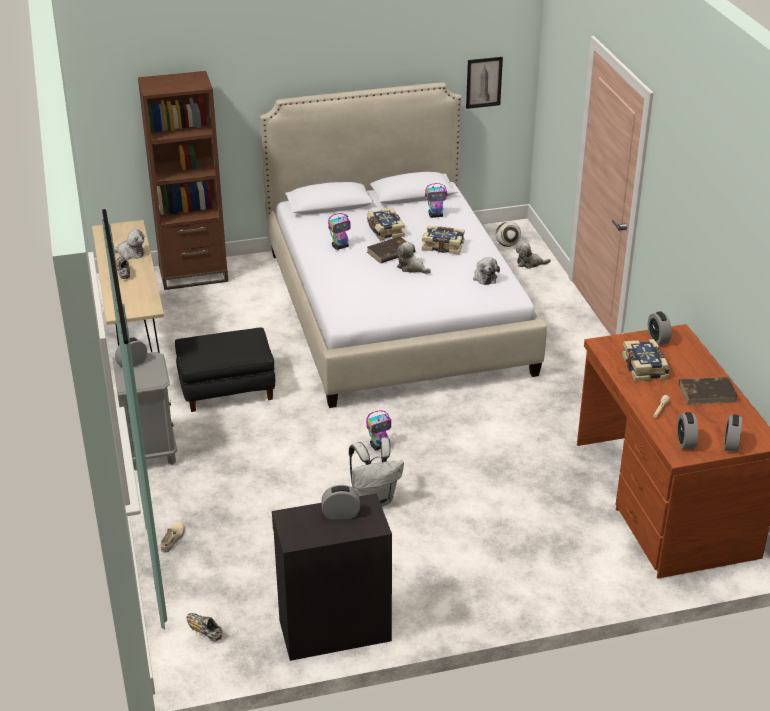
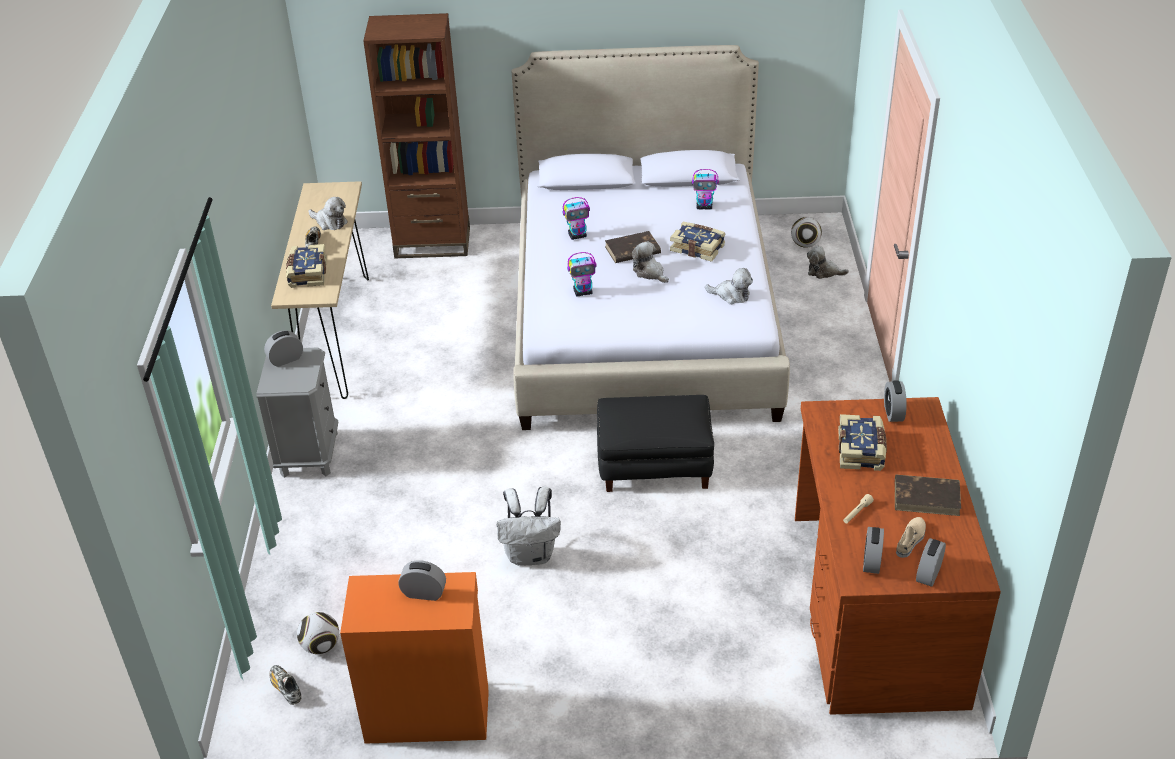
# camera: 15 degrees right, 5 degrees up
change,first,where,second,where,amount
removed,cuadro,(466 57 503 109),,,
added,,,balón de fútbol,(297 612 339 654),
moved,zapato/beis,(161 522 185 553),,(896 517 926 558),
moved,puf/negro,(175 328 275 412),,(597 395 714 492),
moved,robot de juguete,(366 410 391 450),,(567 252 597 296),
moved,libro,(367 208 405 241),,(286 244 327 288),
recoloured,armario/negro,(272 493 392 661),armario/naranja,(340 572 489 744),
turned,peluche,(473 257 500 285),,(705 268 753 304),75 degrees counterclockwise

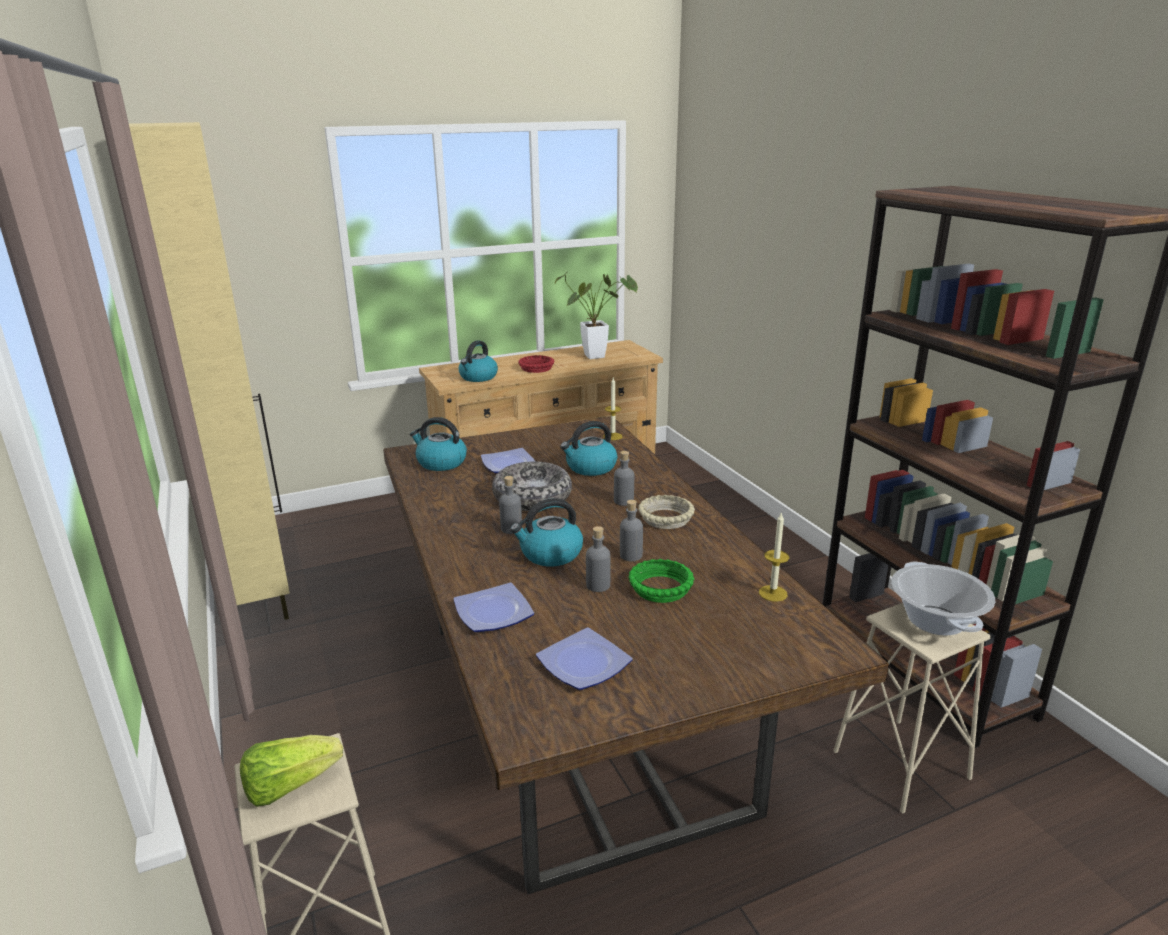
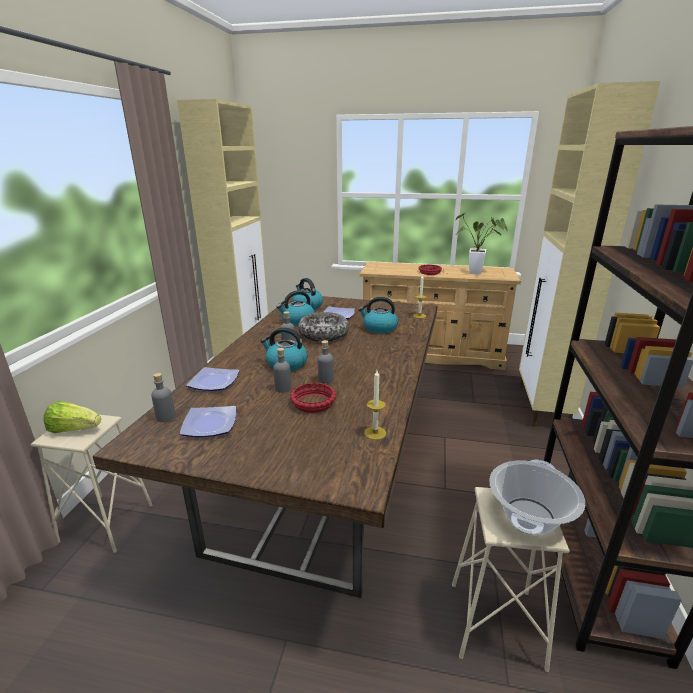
# camera: 35 degrees right, 0 degrees up
change,first,where,second,where,amount
removed,cuenco/beis,(638 495 695 529),,,
added,,,armario/beis,(519 81 661 427),
moved,hervidor,(459 340 498 382),,(277 290 315 326),
moved,botella/gris,(614 451 634 506),,(151 373 176 422),
recoloured,cuenco/verde,(629 559 694 603),cuenco/rojo,(290 383 336 413),

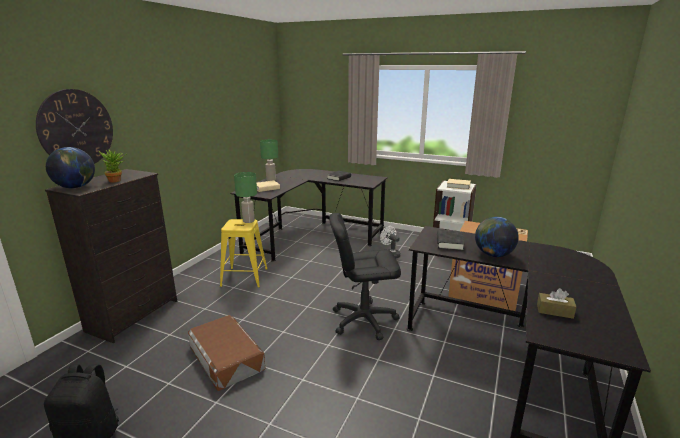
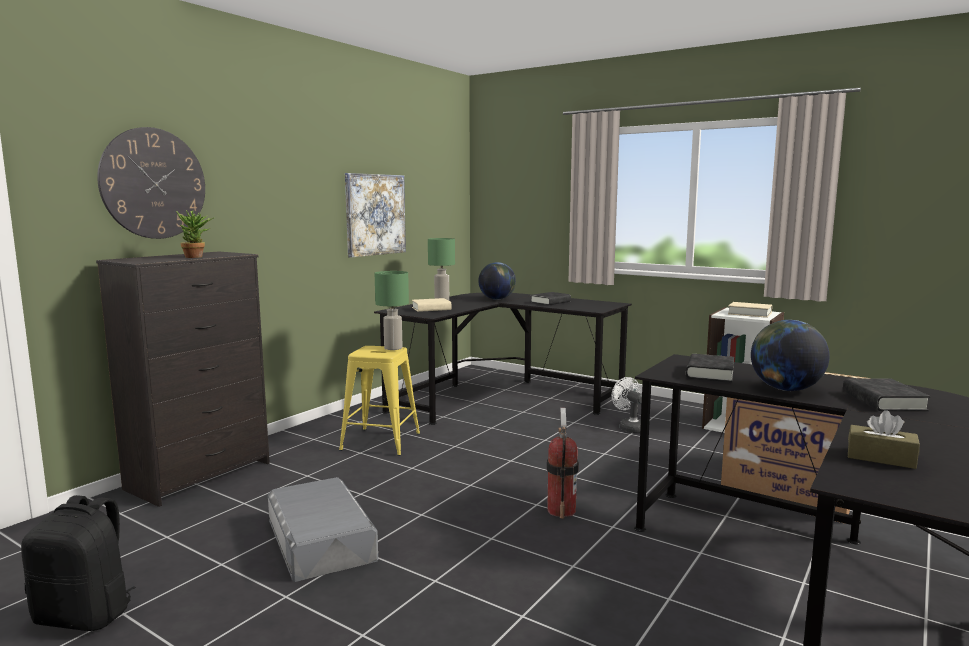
# camera: 10 degrees right, 10 degrees down
change,first,where,second,where,amount
added,,,cuadro,(345 173 406 258),
added,,,libro/negro,(843 379 931 411),
moved,globo terráqueo,(46 147 95 188),,(478 262 516 300),
replaced,silla de oficina/negro,(329 213 401 340),extintor,(547 408 579 519),
recoloured,caja de almacenaje/marrón,(188 315 265 391),caja de almacenaje/gris,(268 477 378 582),

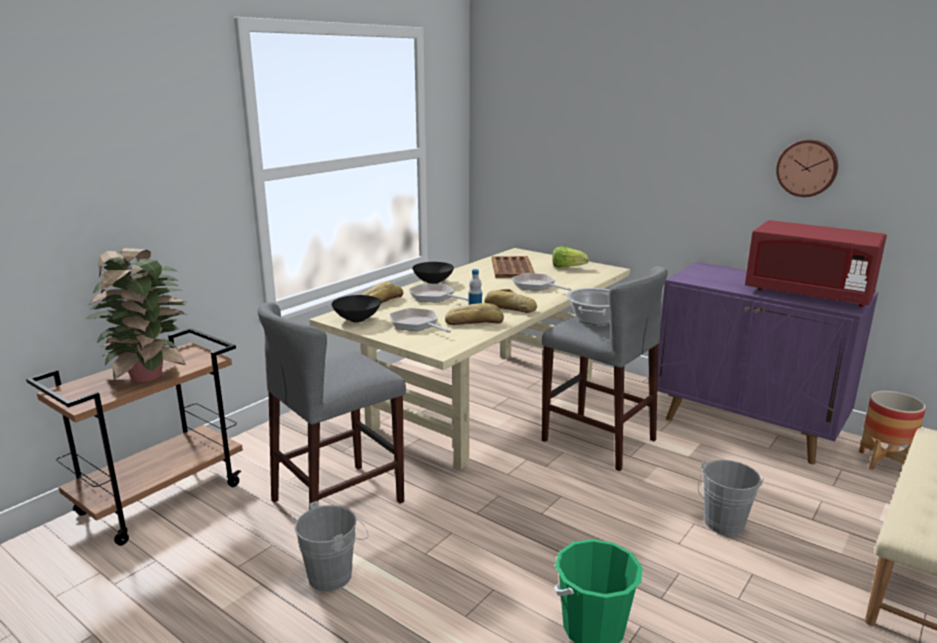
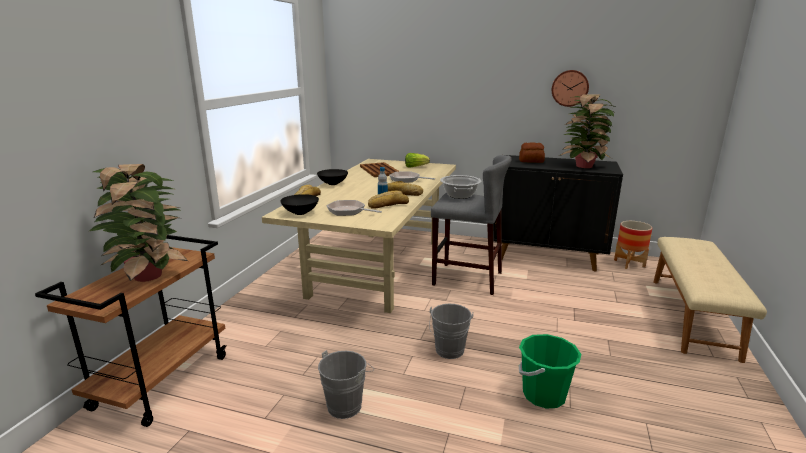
# camera: 20 degrees left, 0 degrees up
change,first,where,second,where,amount
removed,taburete/gris,(257 302 406 510),,,
removed,sartén,(409 284 469 302),,,
added,,,pan,(519 143 545 163),
moved,cubo/gris,(698 460 764 536),,(429 304 473 359),
replaced,microondas/rojo,(745 220 887 307),planta en maceta,(559 94 615 168),
recoloured,armario/morado,(657 262 878 464),armario/negro,(493 155 623 271),

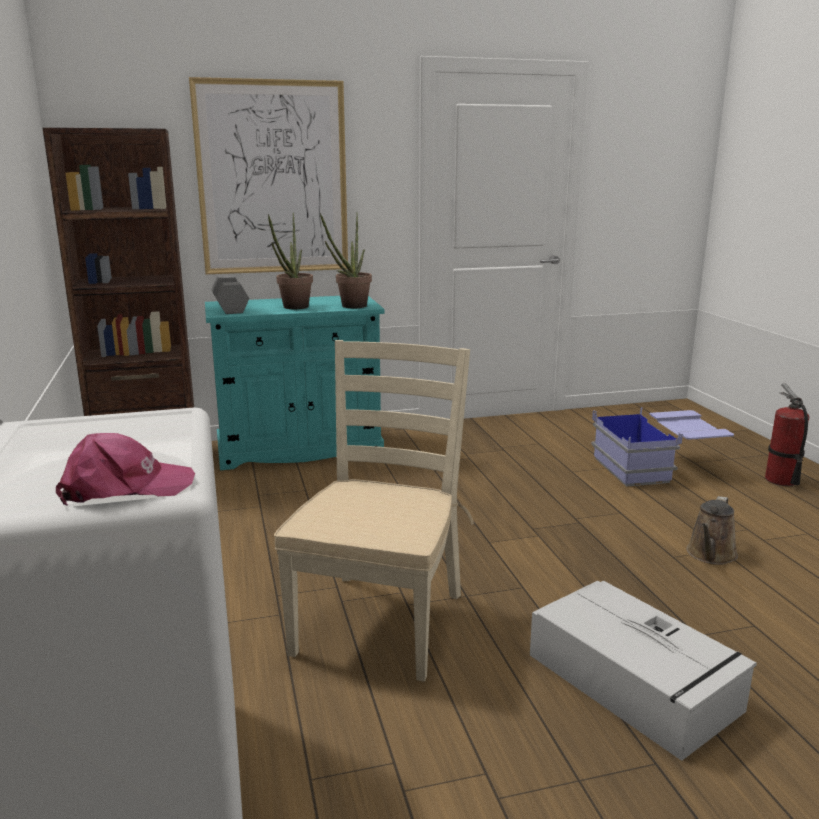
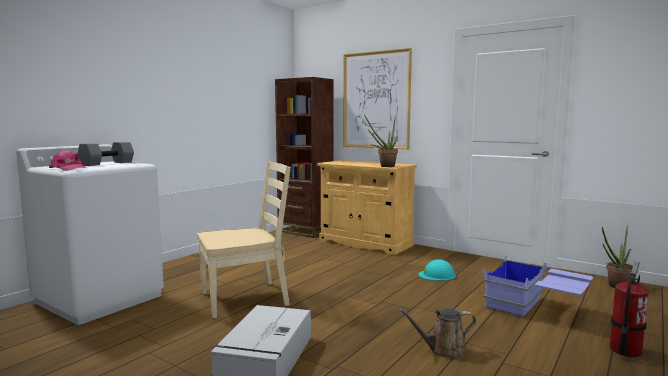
# camera: 50 degrees right, 10 degrees down
change,first,where,second,where,amount
added,,,casco/turquesa,(419 259 456 281),
moved,mancuerna/gris,(212 275 249 314),,(77 142 134 166),
moved,planta en maceta,(268 213 313 309),,(602 224 633 288),
recoloured,armario/turquesa,(205 296 384 470),armario/beis,(317 160 417 255),

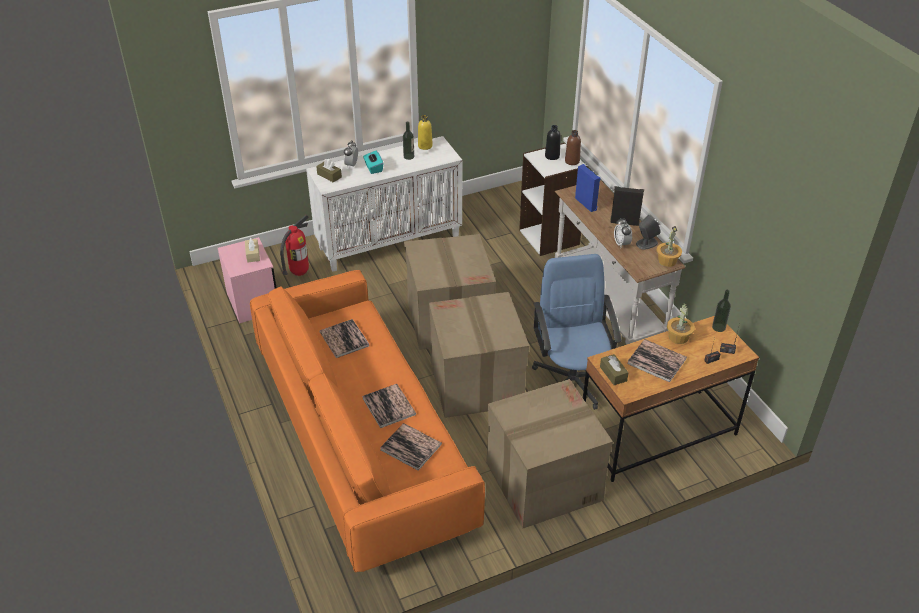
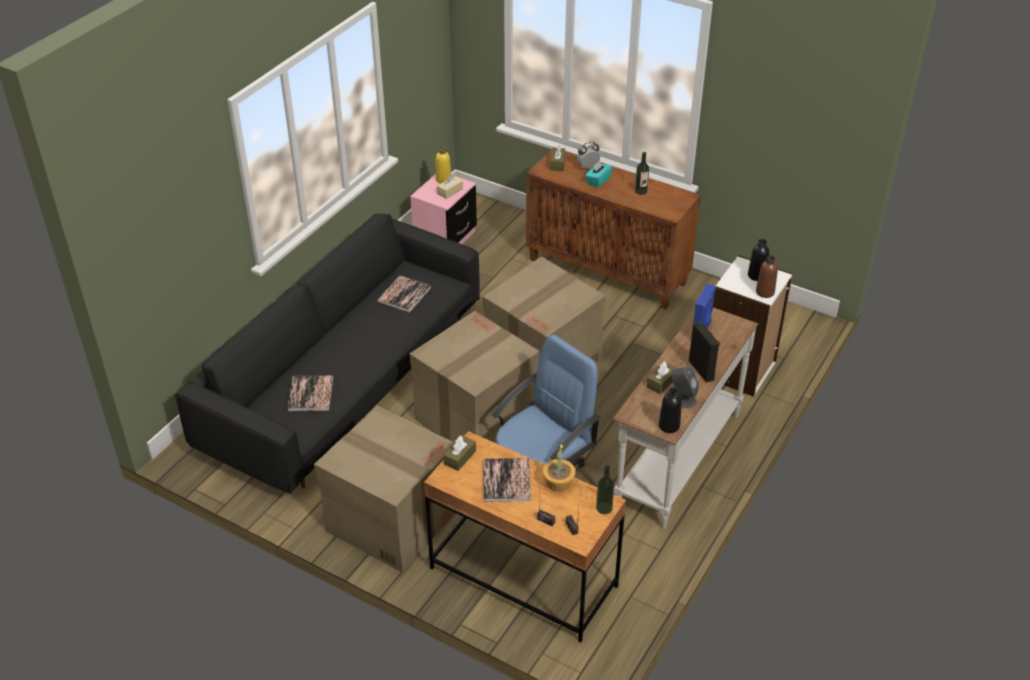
# camera: 55 degrees right, 0 degrees up
change,first,where,second,where,amount
removed,extintor,(280 215 309 276),,,
removed,libro,(362 384 416 428),,,
moved,botella/amarillo,(418 115 433 150),,(436 147 451 183),
replaced,despertador,(614 218 632 247),caja de pañuelos/marrón,(647 361 678 394),
replaced,planta en maceta,(656 226 682 267),botella/negro,(659 388 682 433),
recoloured,sofá/naranja,(250 270 485 573),sofá/negro,(175 213 480 494),
recoloured,armario/blanco,(306 136 462 272),armario/marrón,(526 147 701 309),

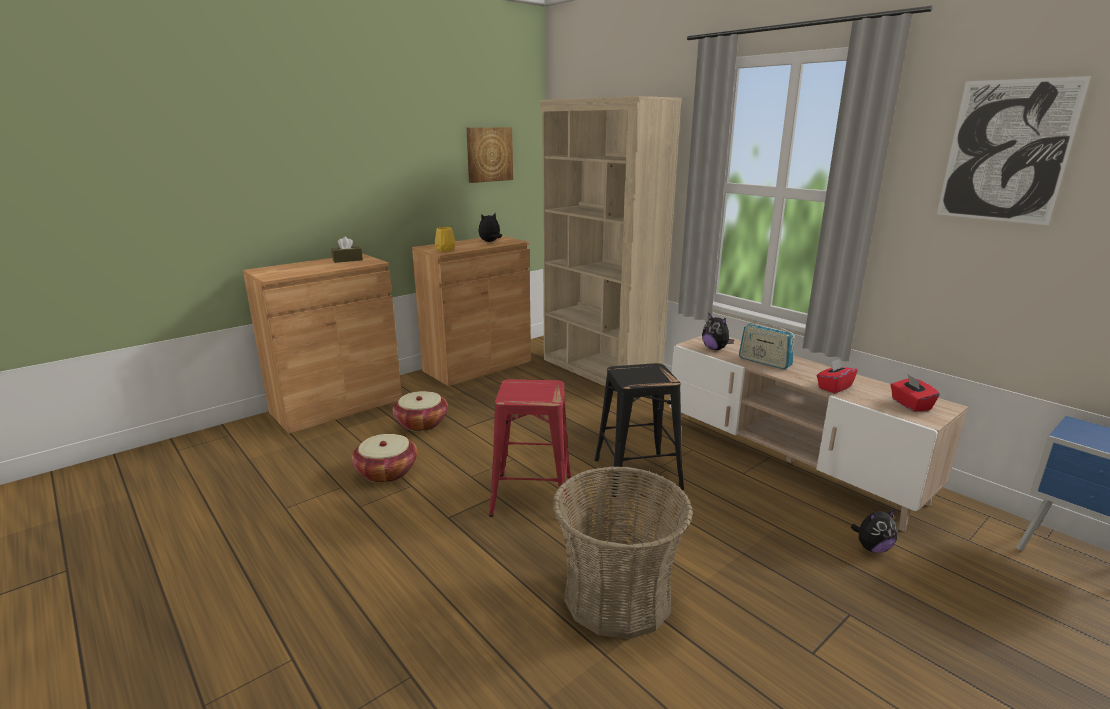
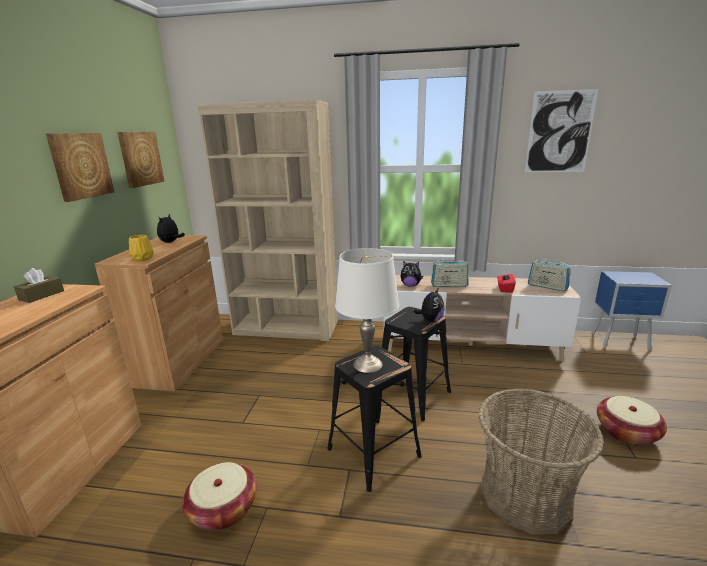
# camera: 40 degrees left, 0 degrees up
change,first,where,second,where,amount
added,,,cuadro,(46 133 114 202),
added,,,lámpara de mesa/blanco,(335 248 399 373),
moved,cesta,(392 391 448 431),,(597 396 667 446),
moved,peluche,(851 509 897 553),,(414 288 444 322),
replaced,caja de pañuelos/rojo,(890 374 940 412),radio,(528 256 571 292),
recoloured,taburete/rojo,(489 379 571 517),taburete/negro,(327 346 422 492),

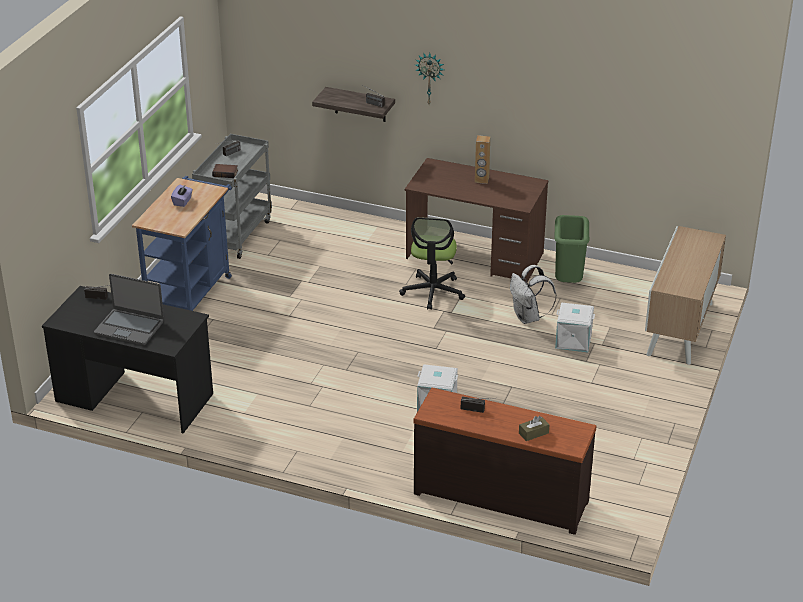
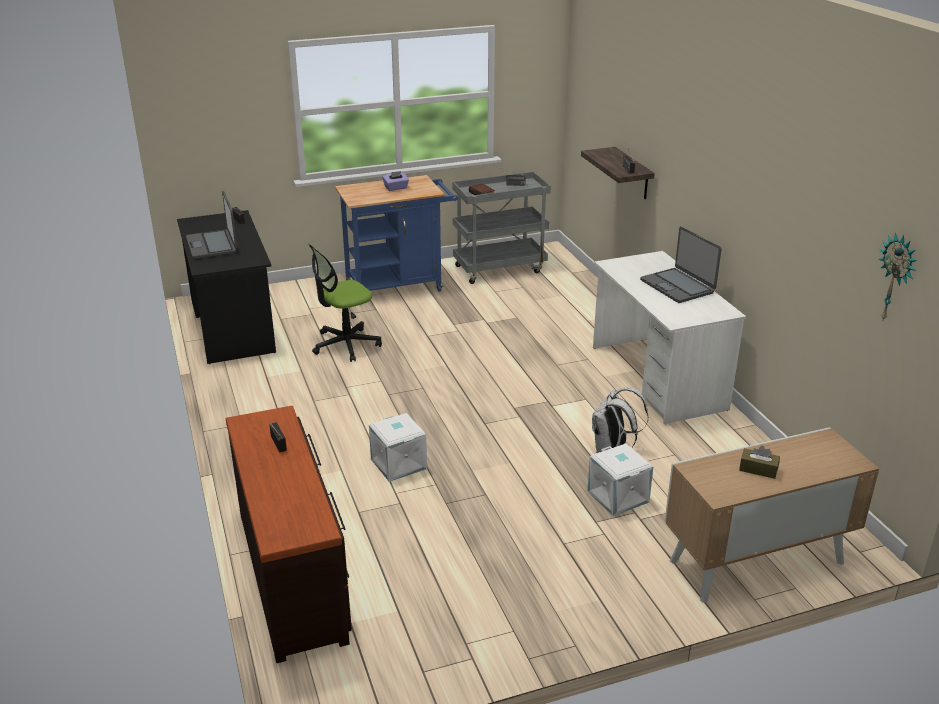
# camera: 50 degrees right, 5 degrees down
change,first,where,second,where,amount
removed,papelera/verde,(554 215 589 283),,,
moved,silla de oficina,(399 217 465 310),,(308 243 382 362),
moved,reloj de pared,(415 52 444 104),,(879 233 917 320),
moved,caja de pañuelos/marrón,(519 416 550 441),,(739 446 780 479),
replaced,altavoz/marrón,(475 135 490 184),portátil,(640 226 722 303),
recoloured,escritorio/marrón,(405 158 548 283),escritorio/blanco,(593 251 746 424),

